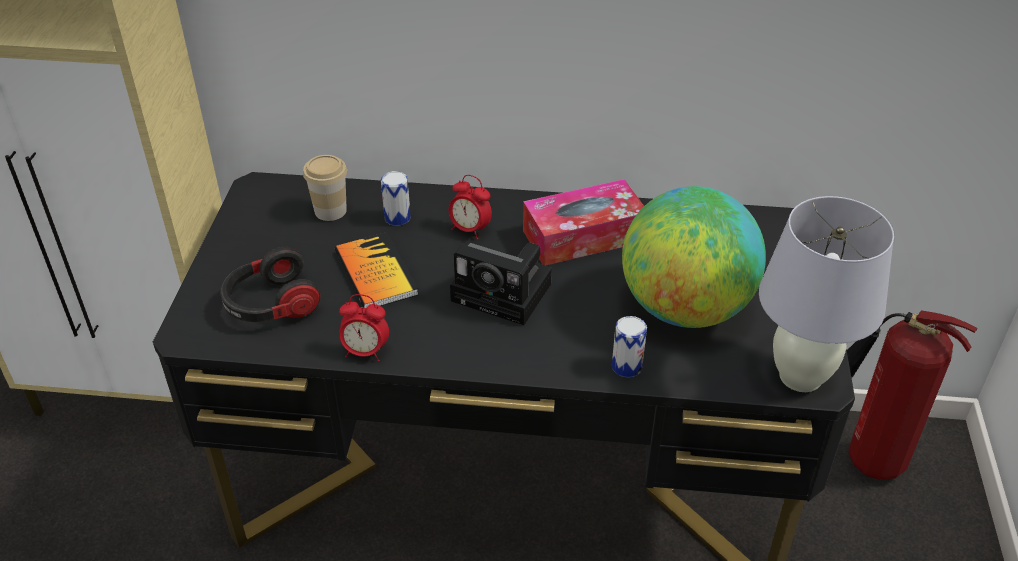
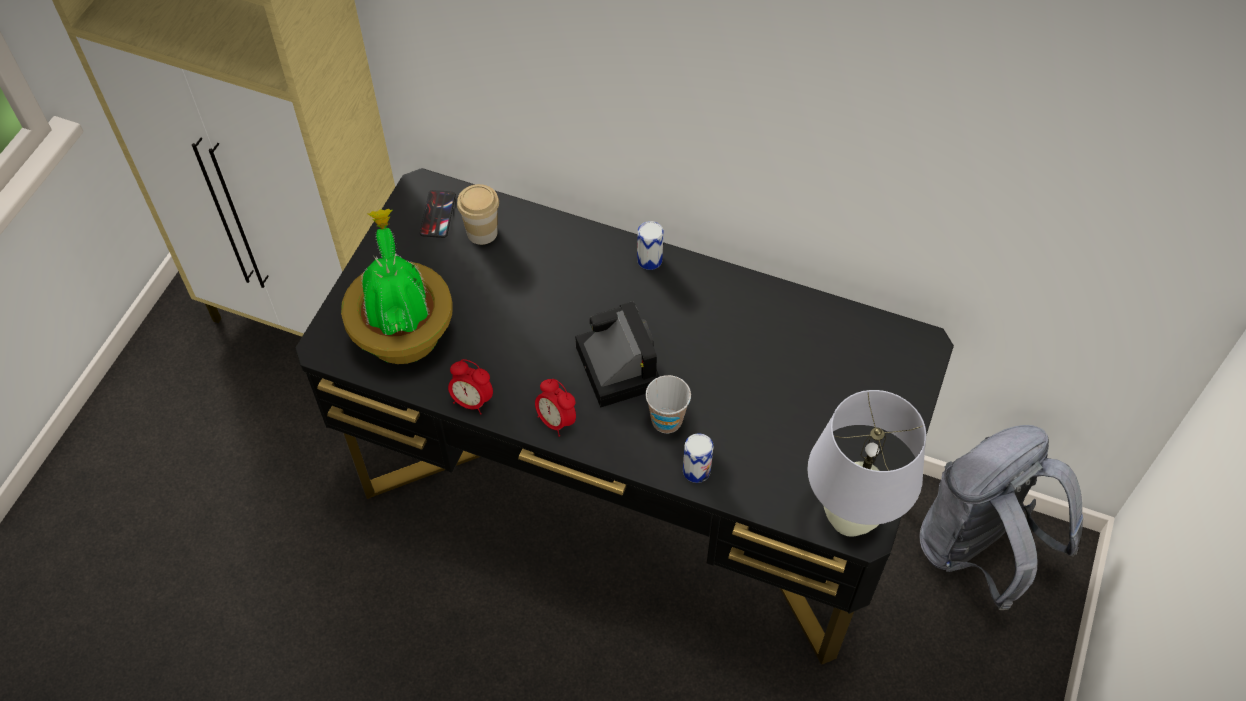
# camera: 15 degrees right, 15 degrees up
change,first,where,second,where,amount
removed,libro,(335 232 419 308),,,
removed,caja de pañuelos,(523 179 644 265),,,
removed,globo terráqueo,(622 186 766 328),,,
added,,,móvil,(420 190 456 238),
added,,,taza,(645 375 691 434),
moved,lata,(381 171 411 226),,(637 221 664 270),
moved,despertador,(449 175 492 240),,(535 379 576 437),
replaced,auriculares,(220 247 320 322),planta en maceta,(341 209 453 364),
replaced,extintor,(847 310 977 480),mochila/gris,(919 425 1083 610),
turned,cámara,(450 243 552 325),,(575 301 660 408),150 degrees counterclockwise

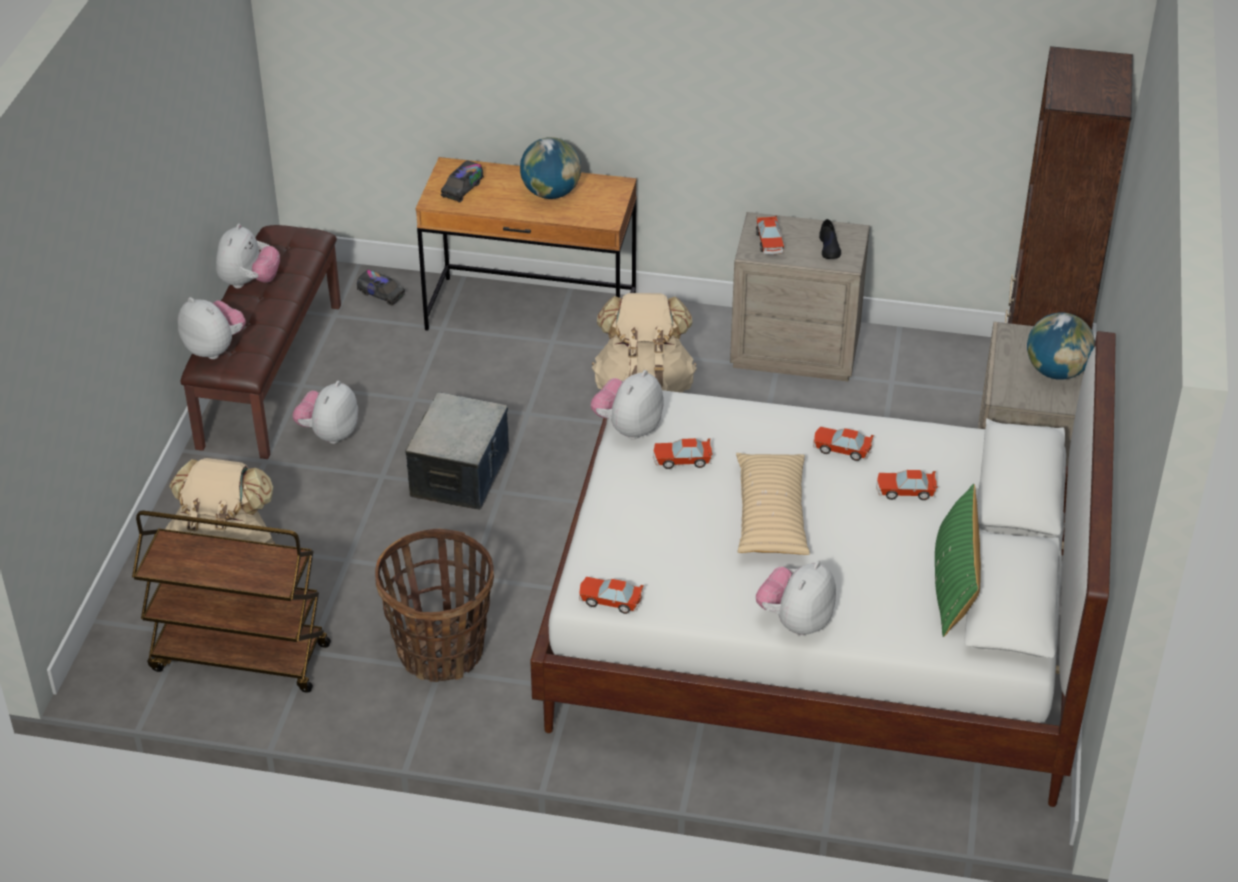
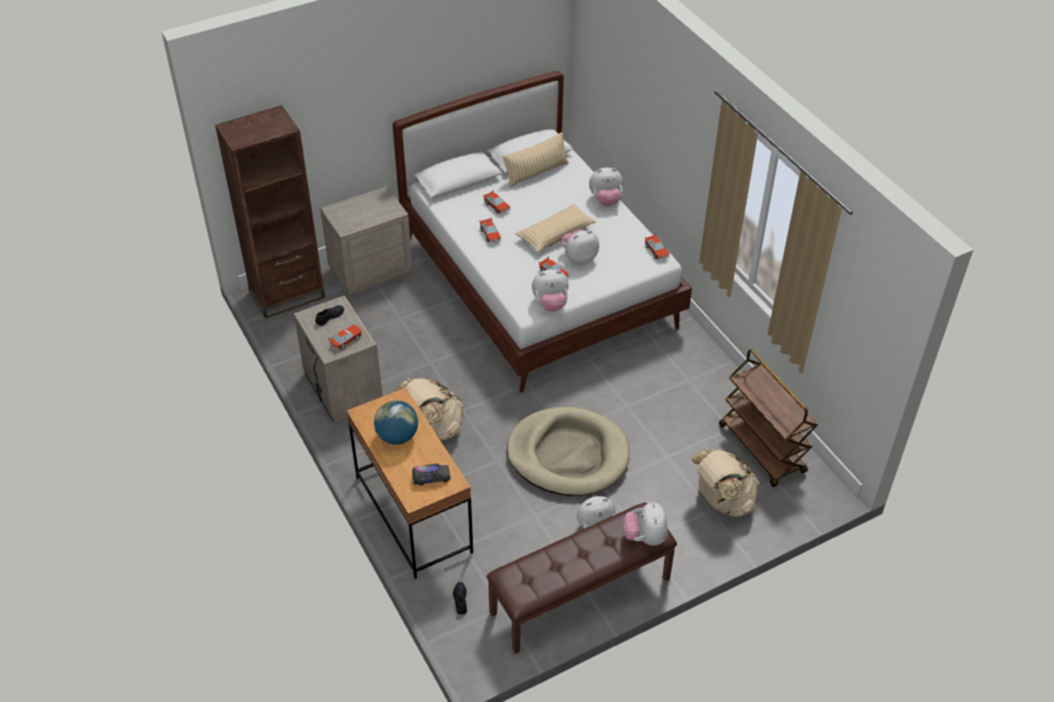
# camera: 130 degrees left, 5 degrees up
change,first,where,second,where,amount
removed,cesta,(375 529 494 682),,,
removed,globo terráqueo,(1027 312 1095 380),,,
moved,peluche,(216 223 280 288),,(561 229 599 265),
replaced,camión de juguete,(357 270 405 306),zapato/negro,(453 582 467 614),
replaced,caja de almacenaje,(405 392 509 510),cama para perro/beis,(507 407 630 496),
recoloured,cojín/verde,(935 484 981 637),cojín/beis,(503 132 569 188),

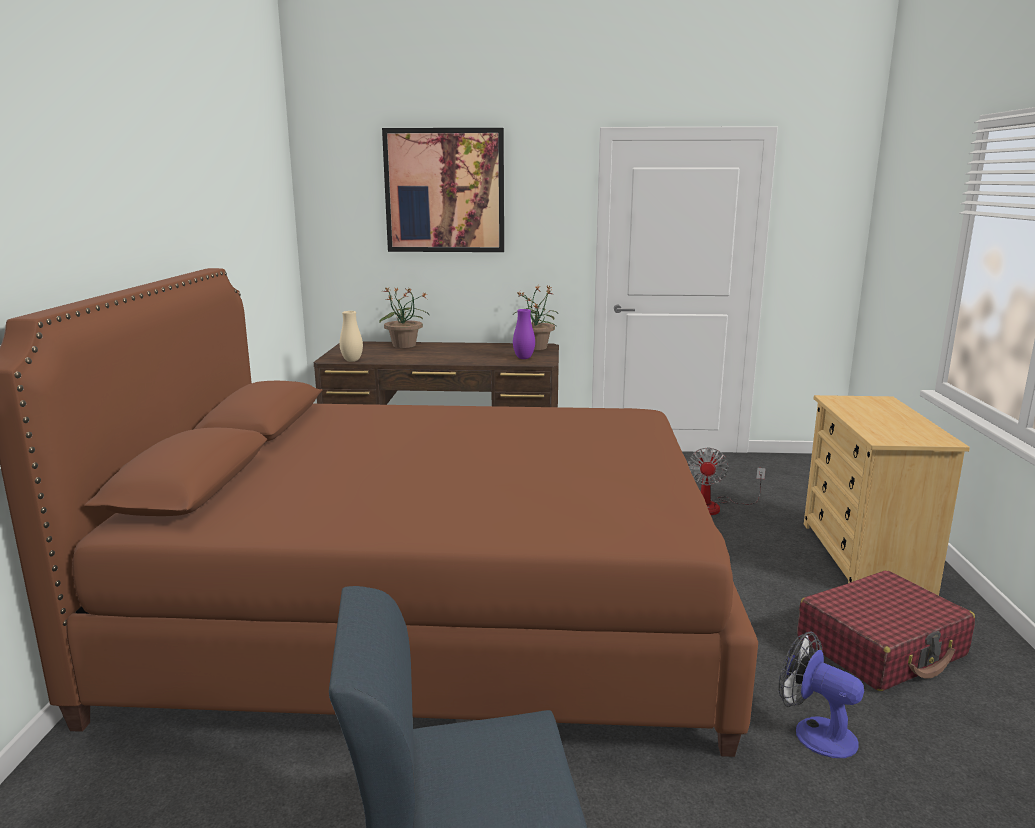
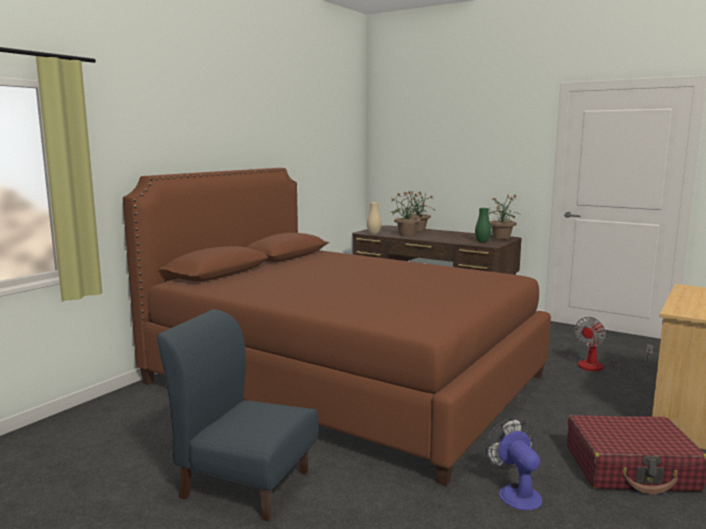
# camera: 30 degrees right, 5 degrees down
change,first,where,second,where,amount
removed,cuadro,(382 128 504 252),,,
added,,,planta en maceta,(391 192 424 236),
recoloured,florero/morado,(513 309 535 359),florero/verde,(475 208 491 243),

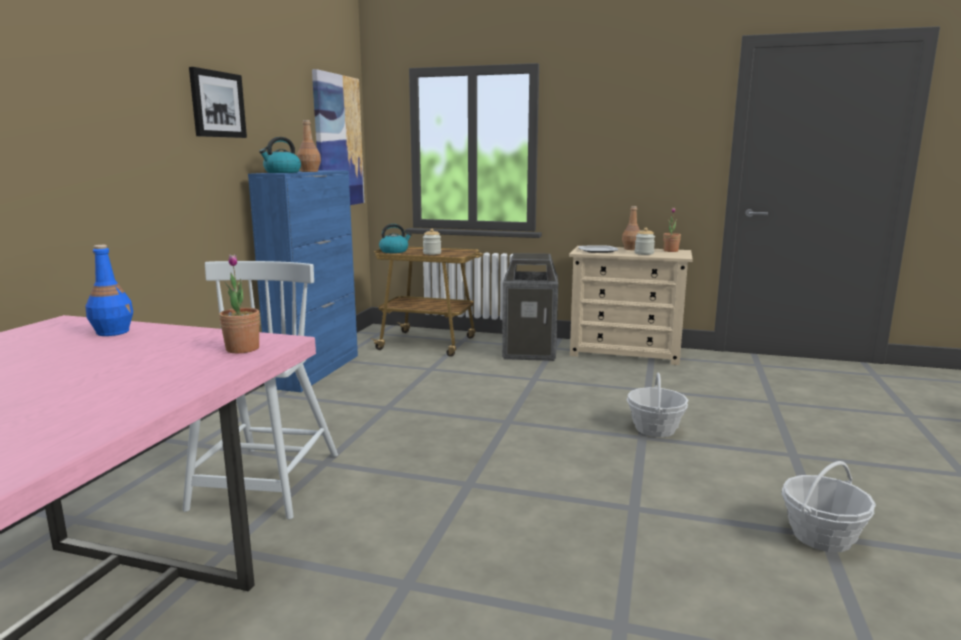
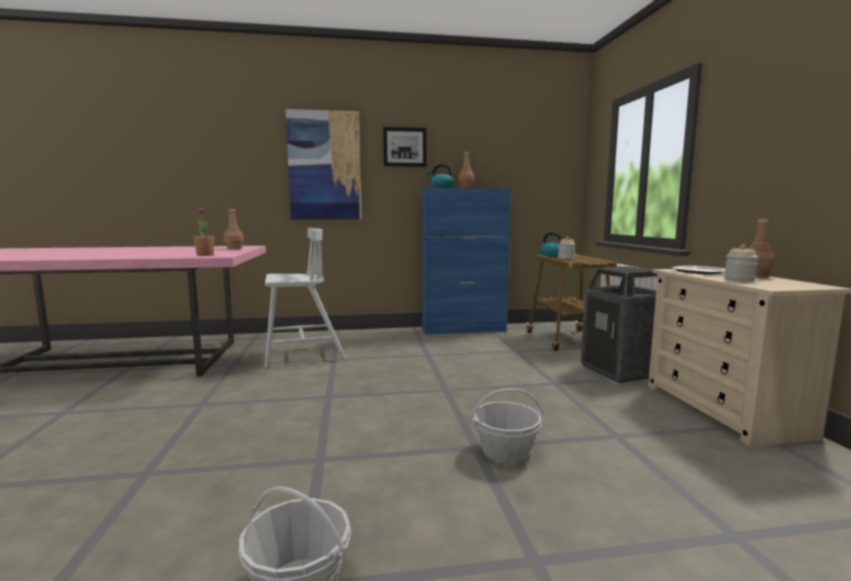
# camera: 65 degrees right, 5 degrees down
change,first,where,second,where,amount
removed,planta en maceta,(663 208 681 252),,,
moved,cuadro,(312 69 365 205),,(286 109 362 219),
recoloured,botella/azul,(85 245 133 336),botella/marrón,(224 209 244 249),

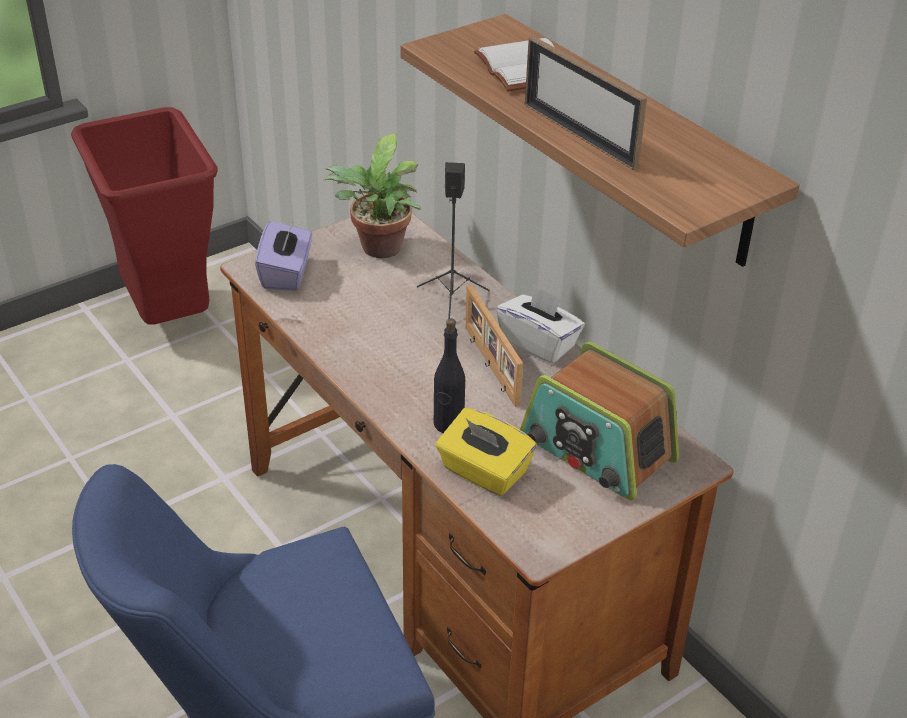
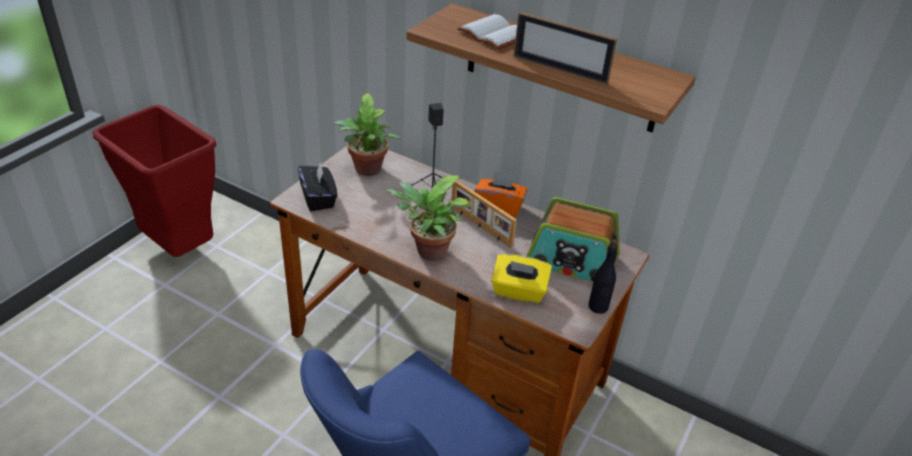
# camera: 25 degrees left, 0 degrees up
change,first,where,second,where,amount
added,,,planta en maceta,(386 175 470 261),
moved,botella/negro,(434 319 465 433),,(588 239 618 314),
recoloured,caja de pañuelos/morado,(255 219 312 291),caja de pañuelos/negro,(298 161 337 211),
recoloured,caja de pañuelos/blanco,(496 285 585 364),caja de pañuelos/naranja,(474 171 527 217),

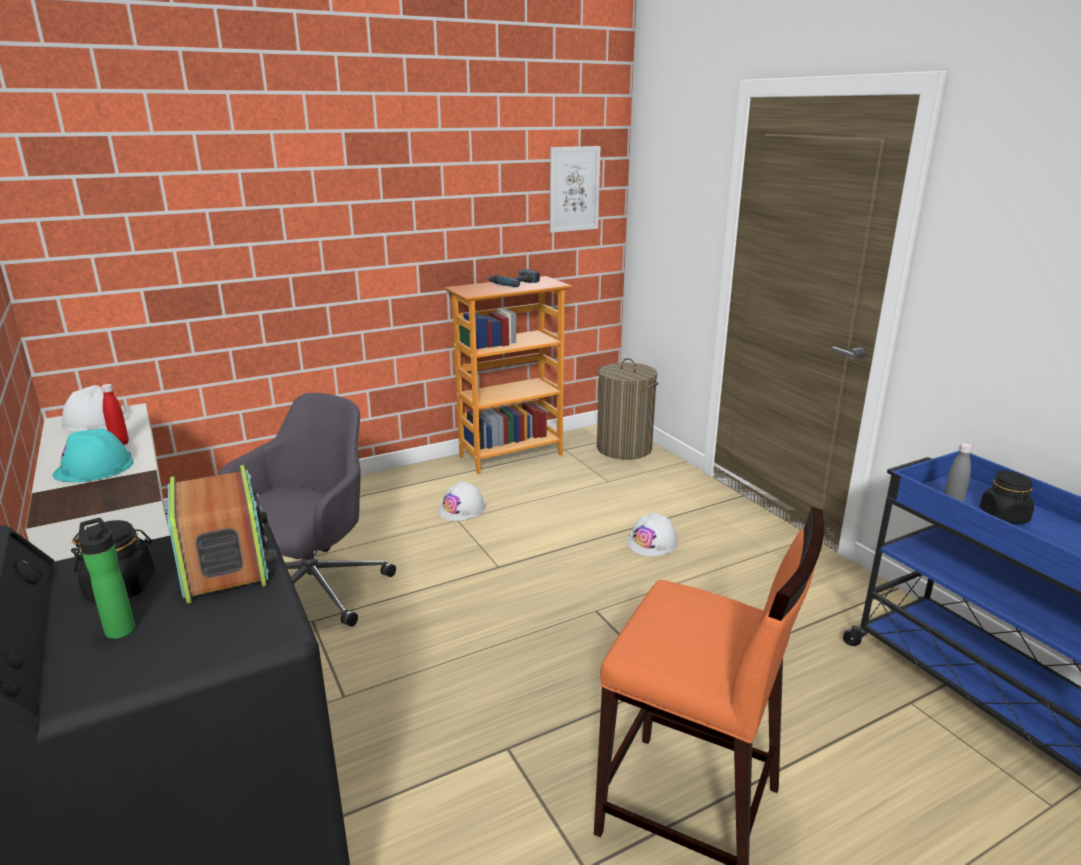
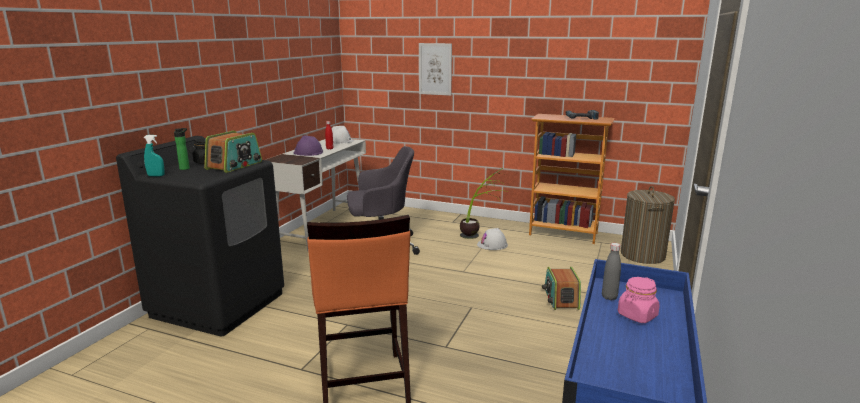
# camera: 50 degrees right, 5 degrees down
change,first,where,second,where,amount
added,,,pulverizador/turquesa,(144 135 165 176),
added,,,planta en maceta,(460 168 507 239),
moved,cuadro,(550 146 601 233),,(419 43 452 96),
replaced,casco/blanco,(627 512 678 556),radio,(542 267 581 310),
recoloured,casco/turquesa,(53 428 133 482),casco/morado,(293 135 323 156),
recoloured,tarro/negro,(980 470 1034 523),tarro/rosa,(618 277 660 323),

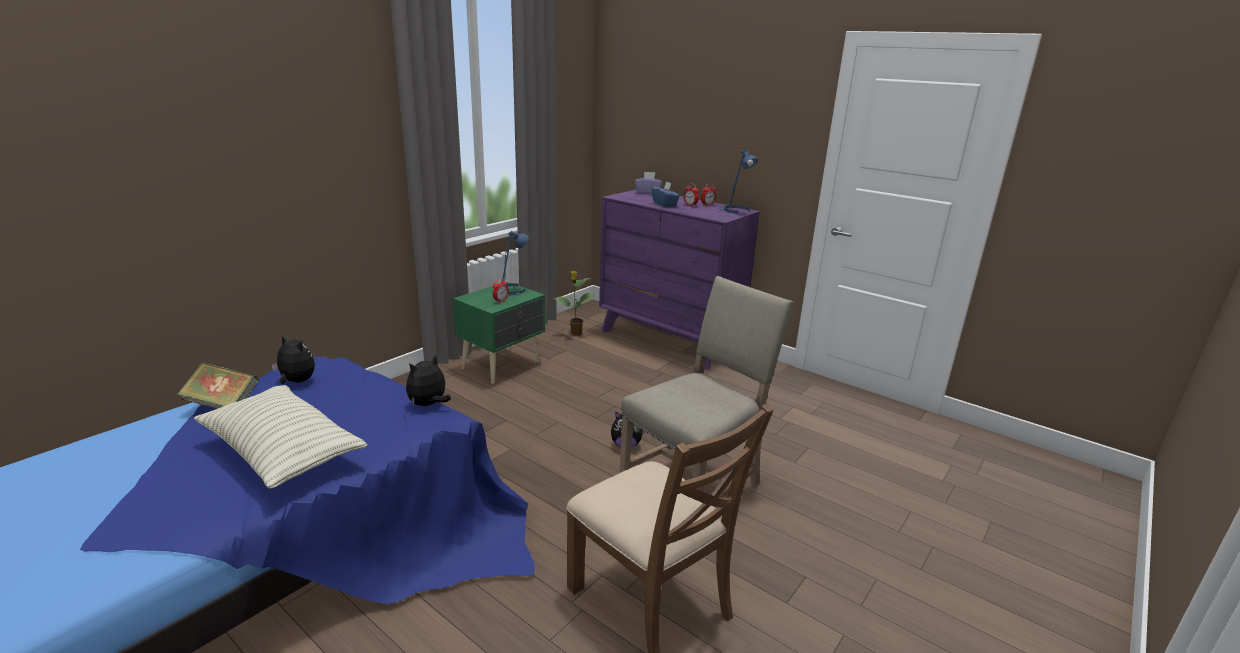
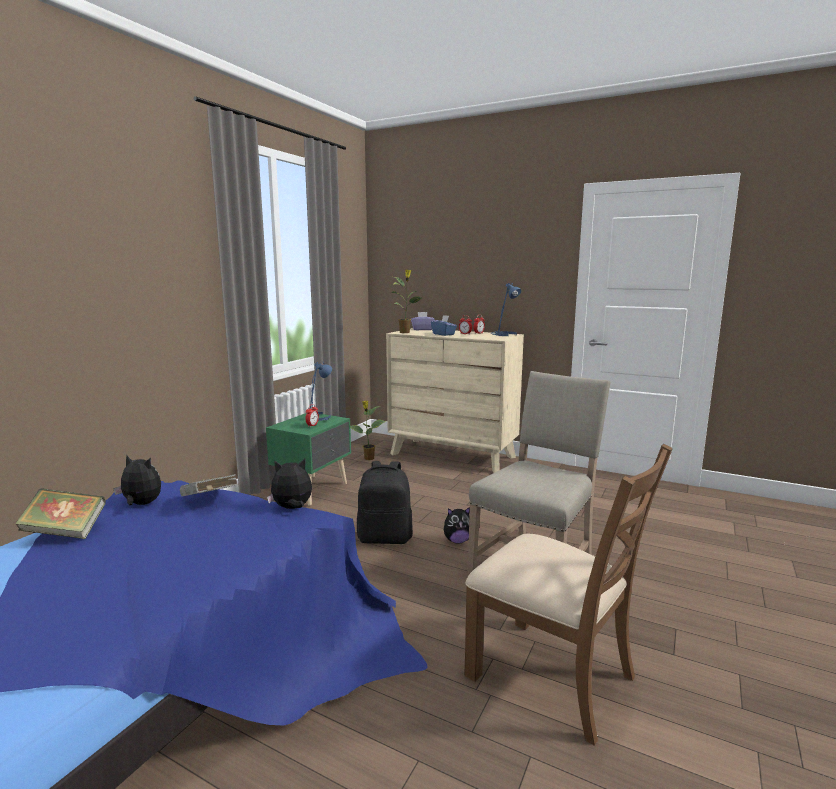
# camera: 10 degrees left, 10 degrees down
change,first,where,second,where,amount
removed,cojín,(194 385 367 489),,,
added,,,libro/gris,(180 474 237 496),
added,,,mochila/negro,(357 461 413 544),
added,,,planta en maceta,(390 270 422 333),
recoloured,cómoda/morado,(599 189 760 370),cómoda/beis,(386 328 524 473),
turned,peluche,(406 354 451 406),,(267 458 312 509),45 degrees clockwise

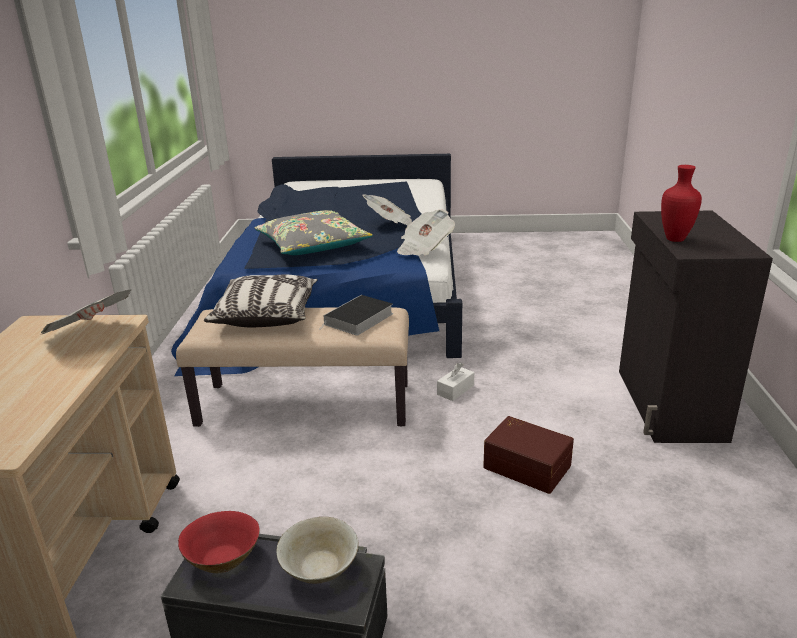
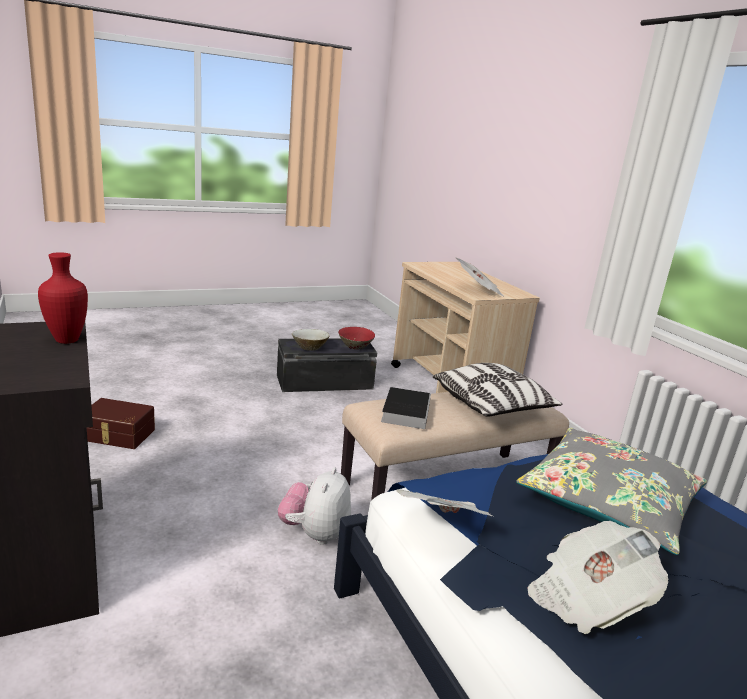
# camera: 150 degrees right, 5 degrees down
change,first,where,second,where,amount
moved,caja de almacenaje/marrón,(483 416 574 494),,(87 398 155 449),
replaced,caja de pañuelos/blanco,(437 362 474 401),peluche,(278 467 351 545),

